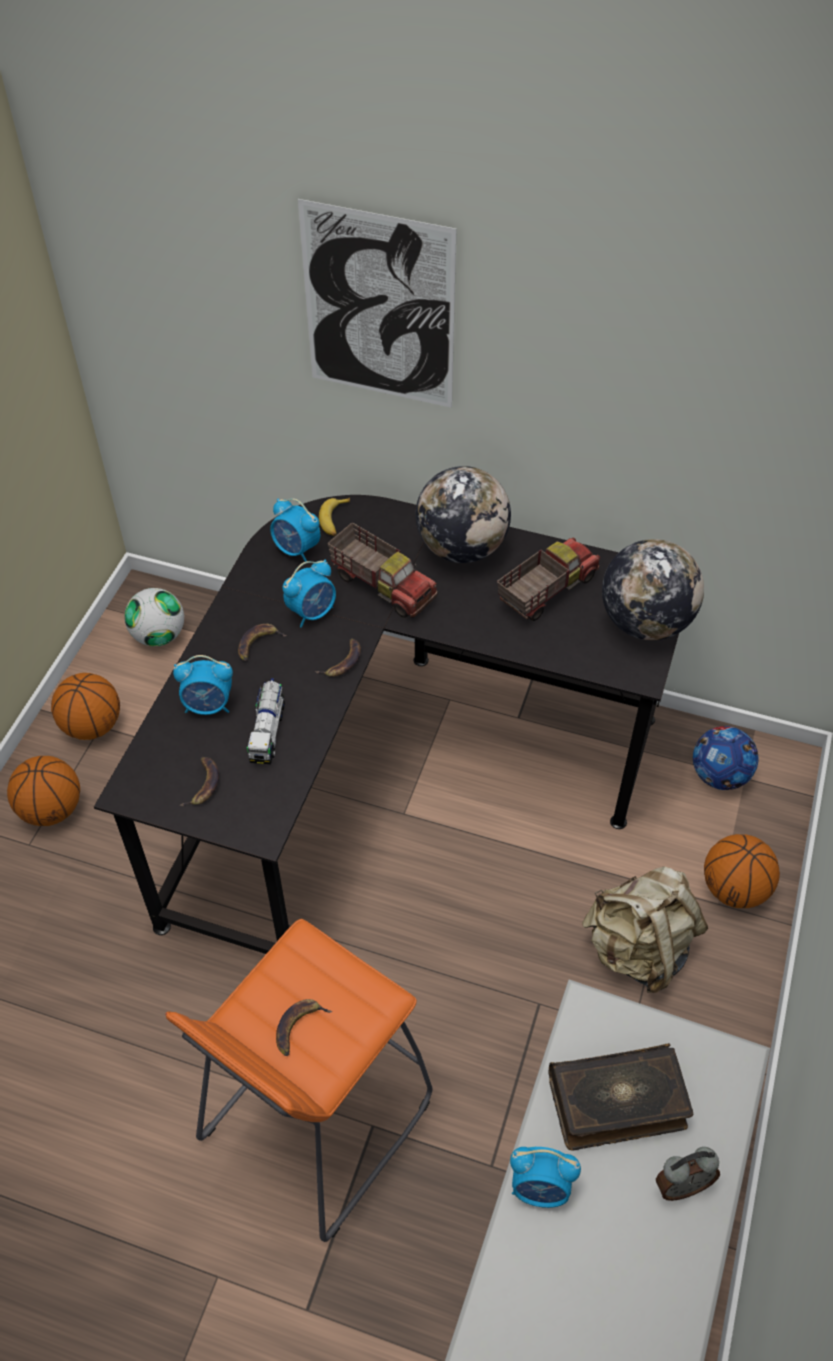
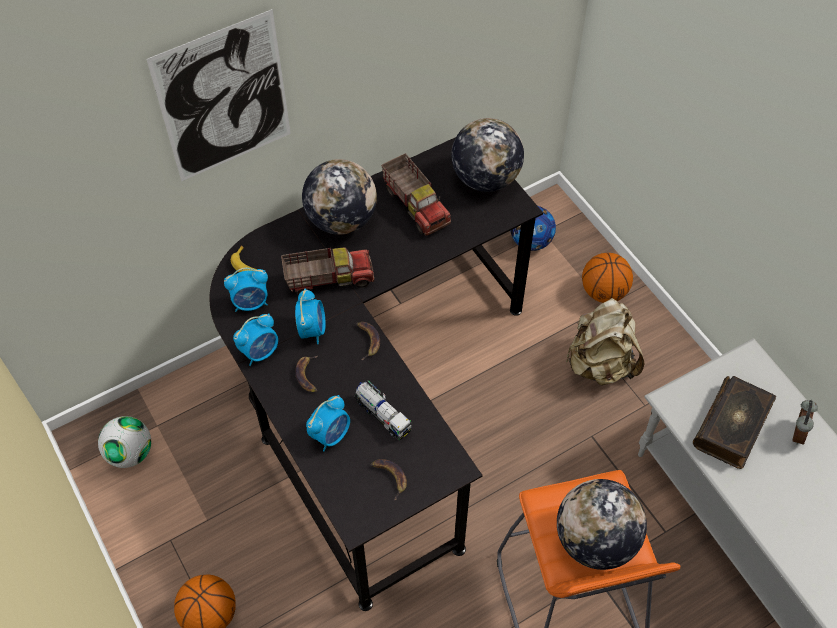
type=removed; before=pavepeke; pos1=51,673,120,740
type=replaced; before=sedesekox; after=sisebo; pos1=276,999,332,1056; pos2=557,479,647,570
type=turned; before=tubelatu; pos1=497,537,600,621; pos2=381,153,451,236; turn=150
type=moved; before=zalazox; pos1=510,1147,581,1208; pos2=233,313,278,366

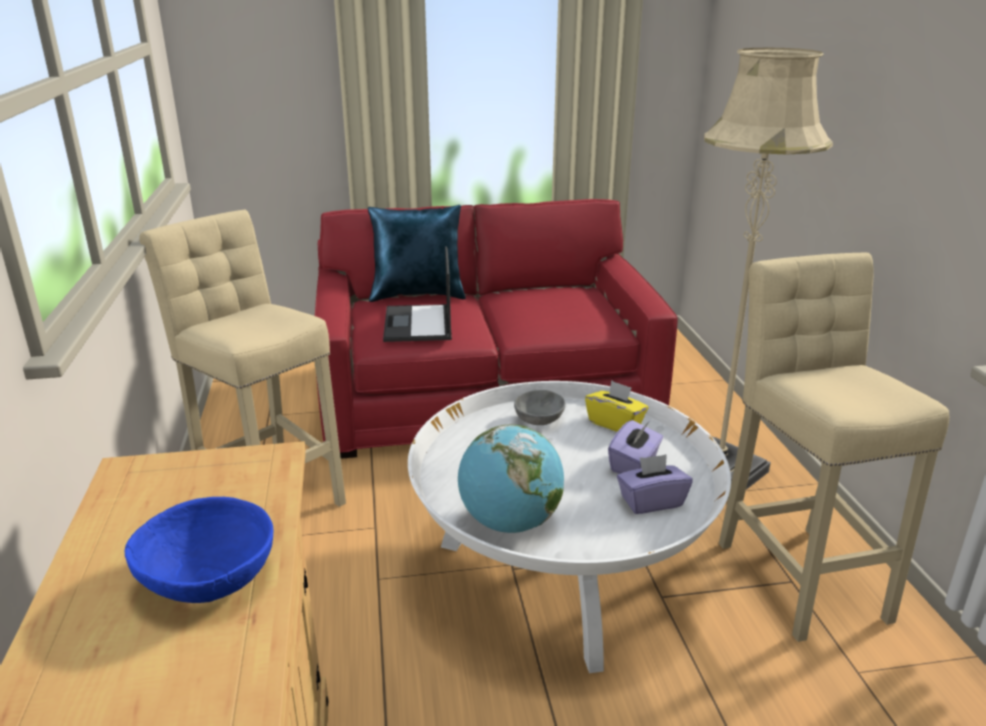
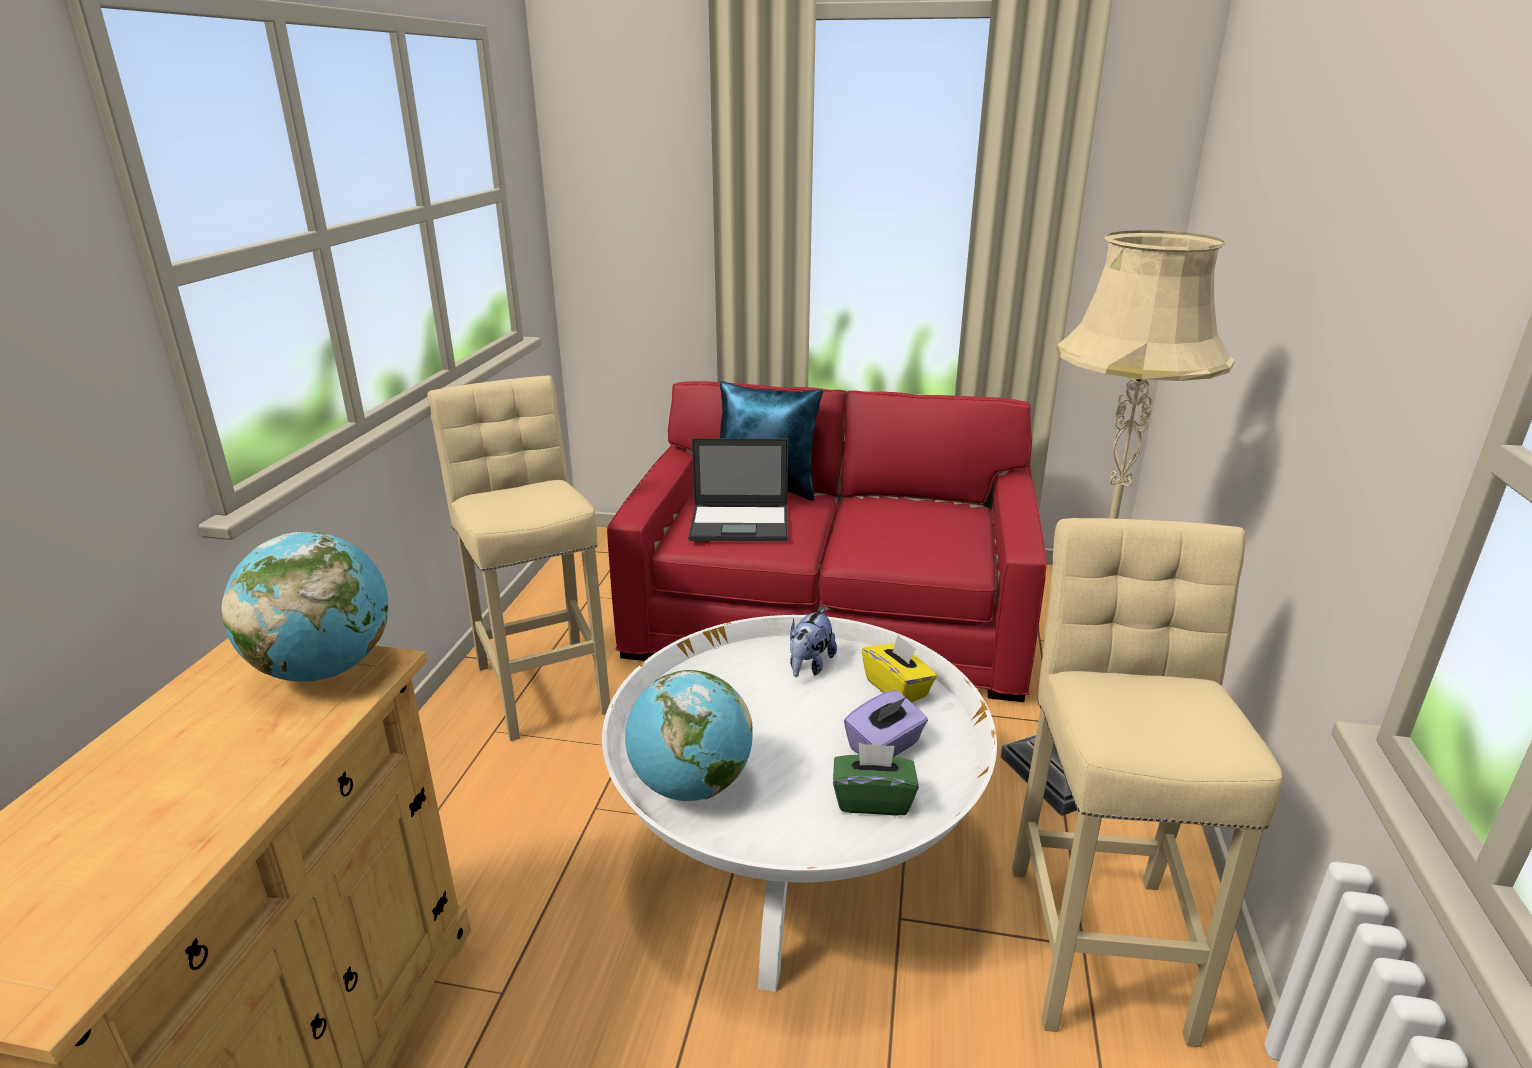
type=removed; before=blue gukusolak; pos1=125,497,274,603
type=turned; before=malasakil; pos1=383,246,452,342; pos2=688,438,788,541; turn=-105
type=replaced; before=grey gukusolak; after=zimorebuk; pos1=514,390,565,425; pos2=790,608,837,677
type=recoloured; before=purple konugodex; after=green konugodex; pos1=617,454,692,514; pos2=833,743,919,815
type=added; after=sisebo; pos2=221,531,388,682

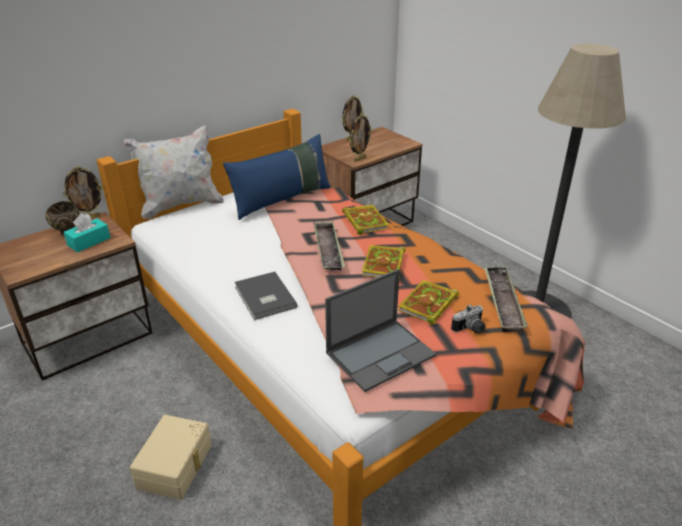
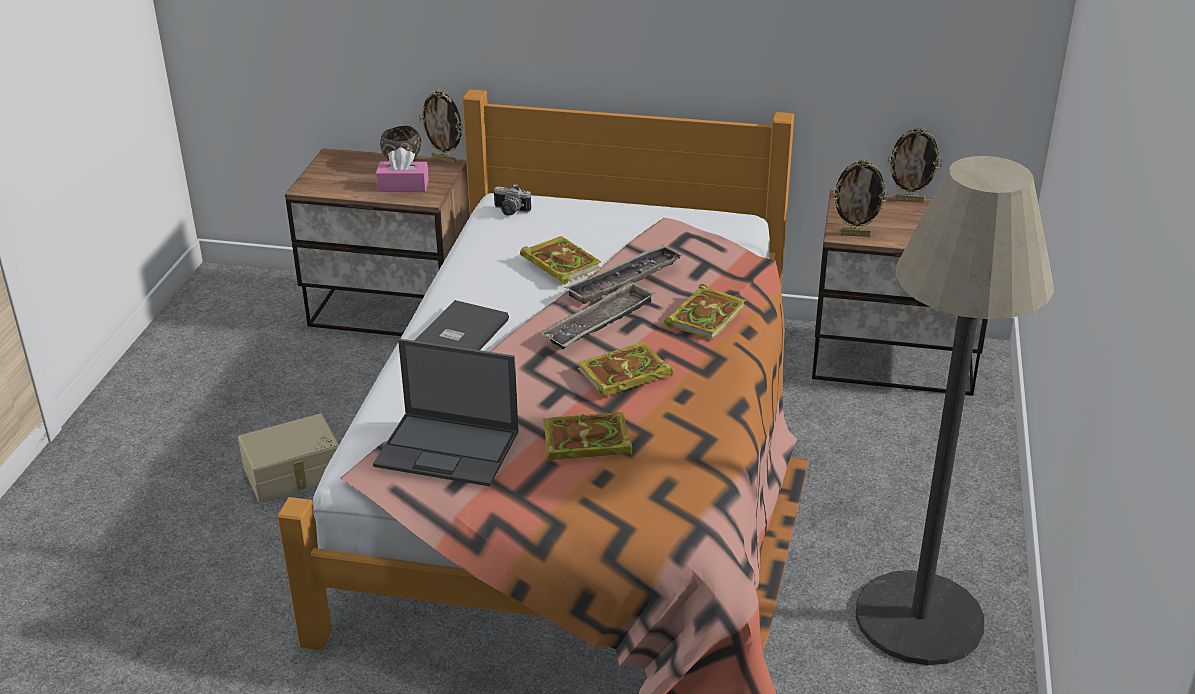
type=recoloured; before=turquoise konugodex; after=pink konugodex; pos1=64,213,111,252; pos2=376,148,429,192
type=removed; before=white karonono; pos1=123,124,224,219
type=removed; before=blue karonono; pos1=223,134,331,220
type=moved; before=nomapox; pos1=451,304,485,334; pos2=494,184,531,216
type=moved; before=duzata; pos1=484,266,528,332; pos2=565,245,683,304
type=added; after=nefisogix; pos2=520,236,601,285

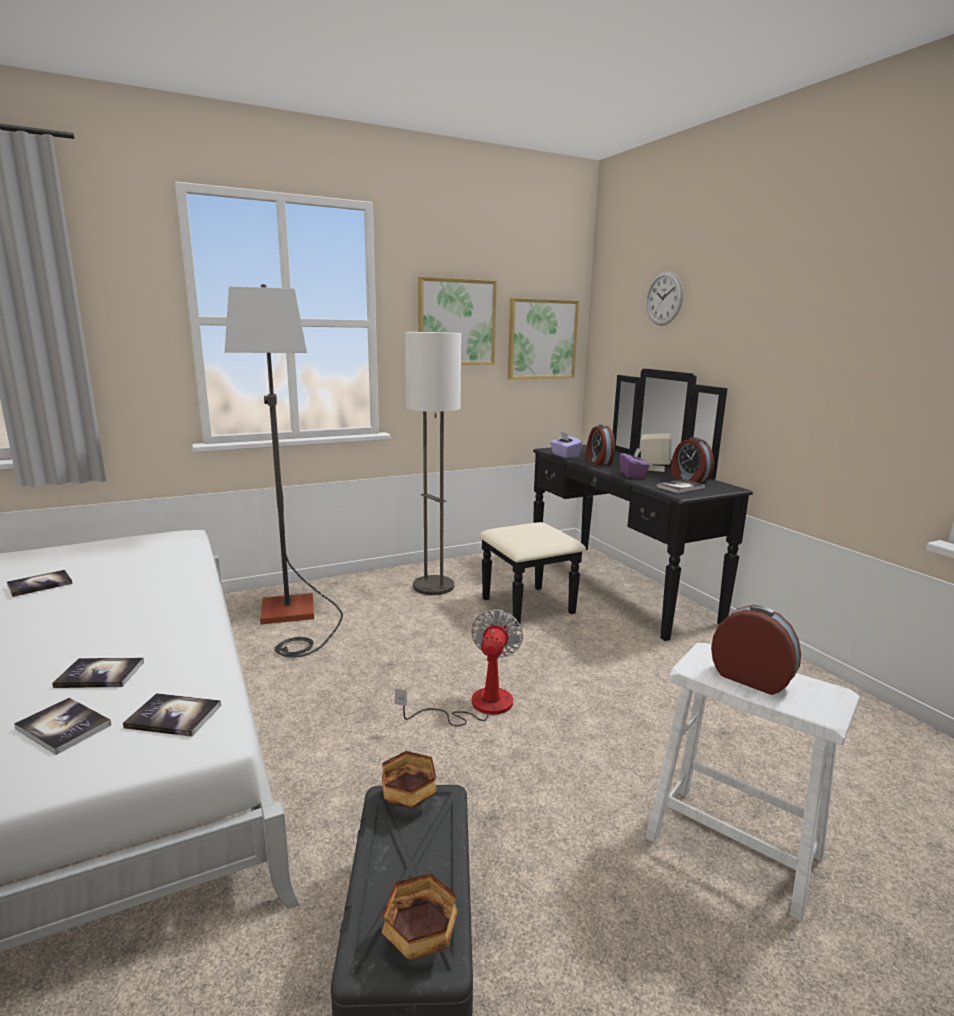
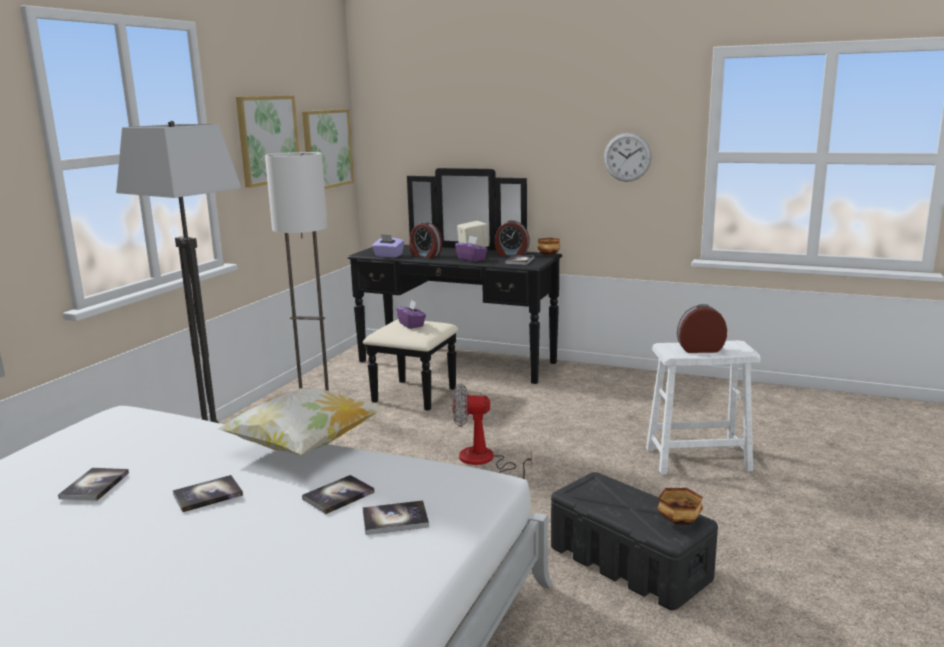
type=moved; before=nefisogix; pos1=123,693,221,737; pos2=173,475,243,512
type=moved; before=gukusolak; pos1=382,751,437,809; pos2=538,238,560,256
type=turned; before=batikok; pos1=395,609,523,726; pos2=453,383,532,479; turn=-60
type=moved; before=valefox; pos1=646,271,683,326; pos2=604,133,652,182
type=added; after=karonono; pos2=217,388,382,455
type=added; after=purple konugodex; pos2=396,300,426,329

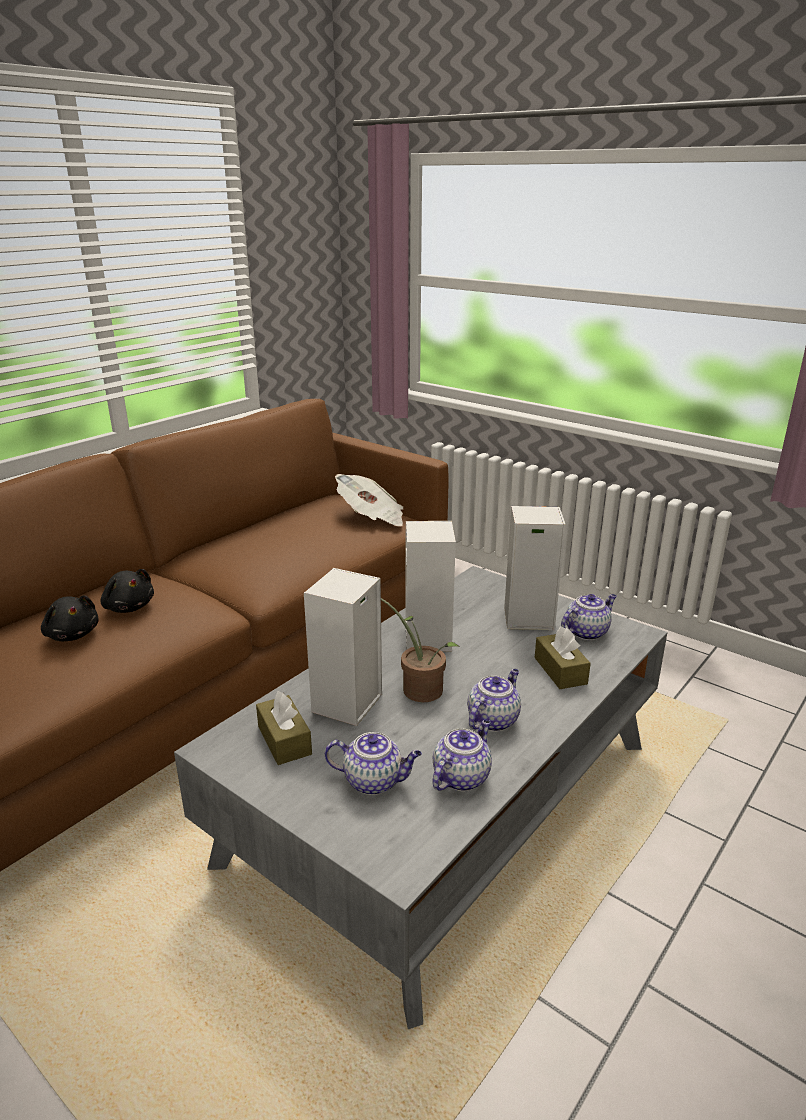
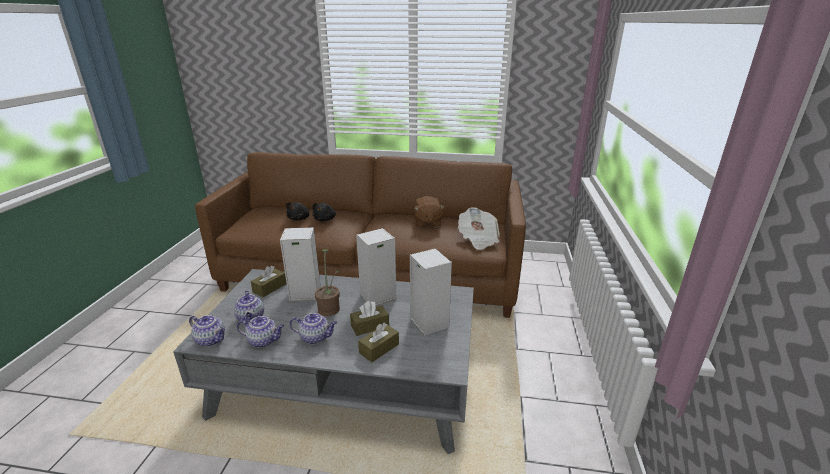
type=moved; before=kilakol; pos1=561,594,617,640; pos2=189,315,225,347
type=added; after=brown konugodex; pos2=350,301,389,336
type=added; after=brown zimorebuk; pos2=414,196,445,228

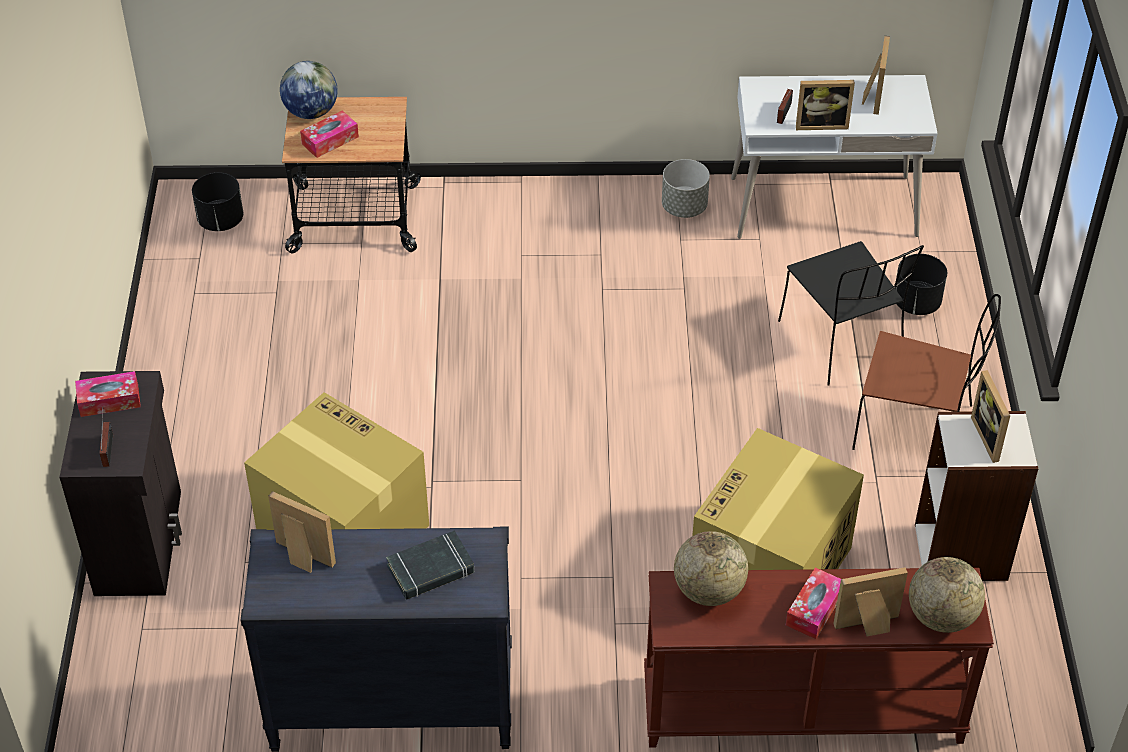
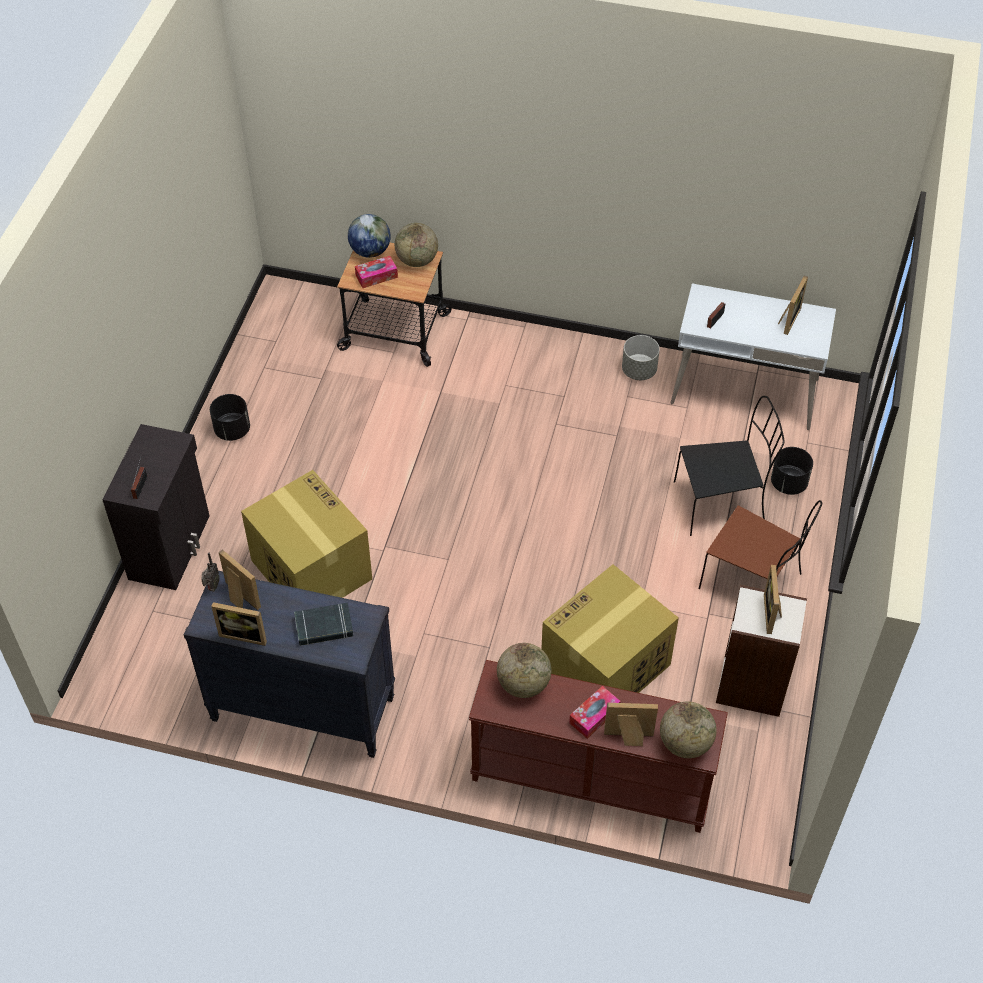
type=removed; before=konugodex; pos1=75,371,141,417
type=moved; before=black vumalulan; pos1=192,172,243,231; pos2=210,394,250,441
type=turned; before=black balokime; pos1=778,241,924,386; pos2=674,396,785,536; turn=-90
type=moved; before=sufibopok; pos1=796,80,855,130; pos2=211,602,267,646
type=added; after=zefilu; pos2=201,552,220,592
type=added; after=sisebo; pos2=395,223,438,267

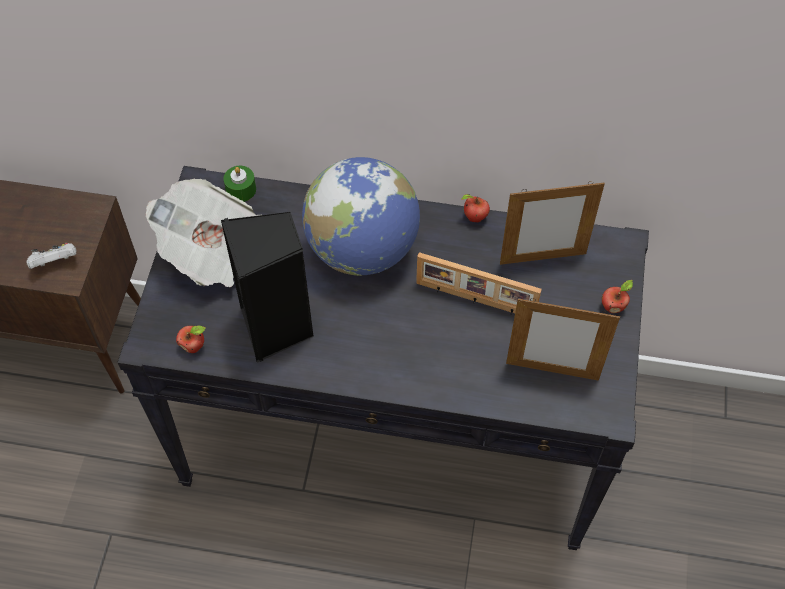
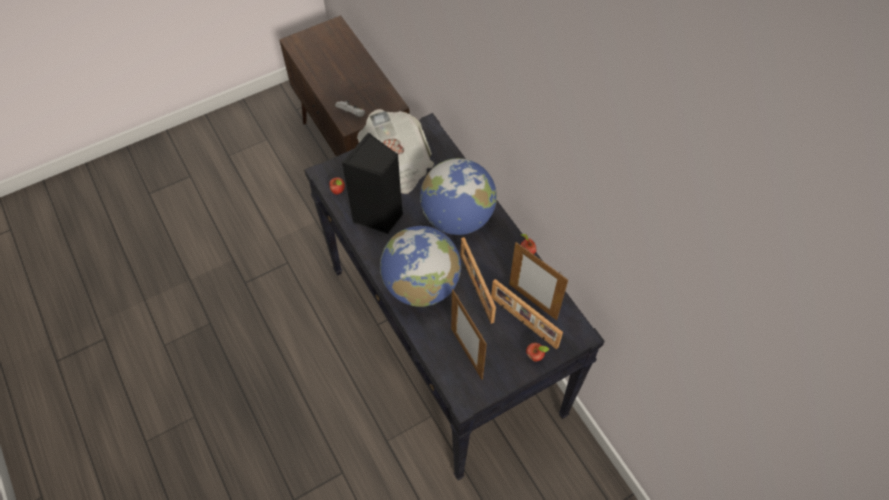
type=removed; before=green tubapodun; pos1=224,166,256,202
type=added; after=sisebo; pos2=380,226,461,307
type=added; after=sufibopok; pos2=491,279,563,350

